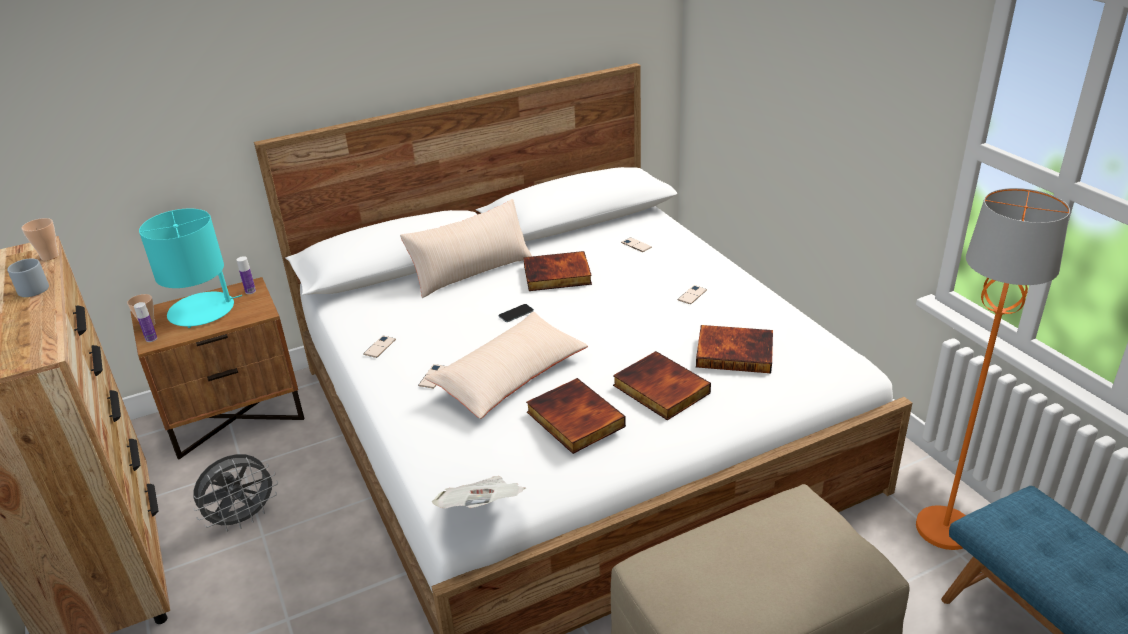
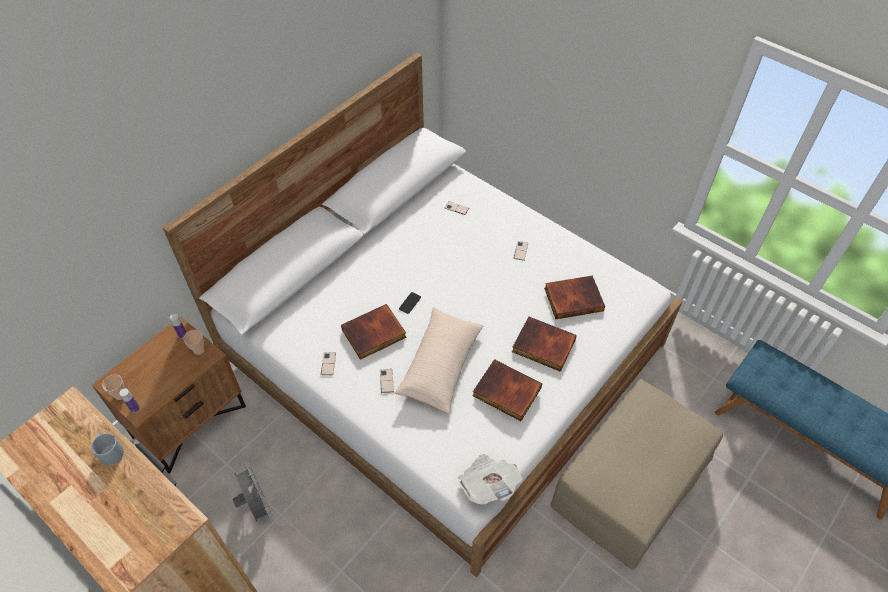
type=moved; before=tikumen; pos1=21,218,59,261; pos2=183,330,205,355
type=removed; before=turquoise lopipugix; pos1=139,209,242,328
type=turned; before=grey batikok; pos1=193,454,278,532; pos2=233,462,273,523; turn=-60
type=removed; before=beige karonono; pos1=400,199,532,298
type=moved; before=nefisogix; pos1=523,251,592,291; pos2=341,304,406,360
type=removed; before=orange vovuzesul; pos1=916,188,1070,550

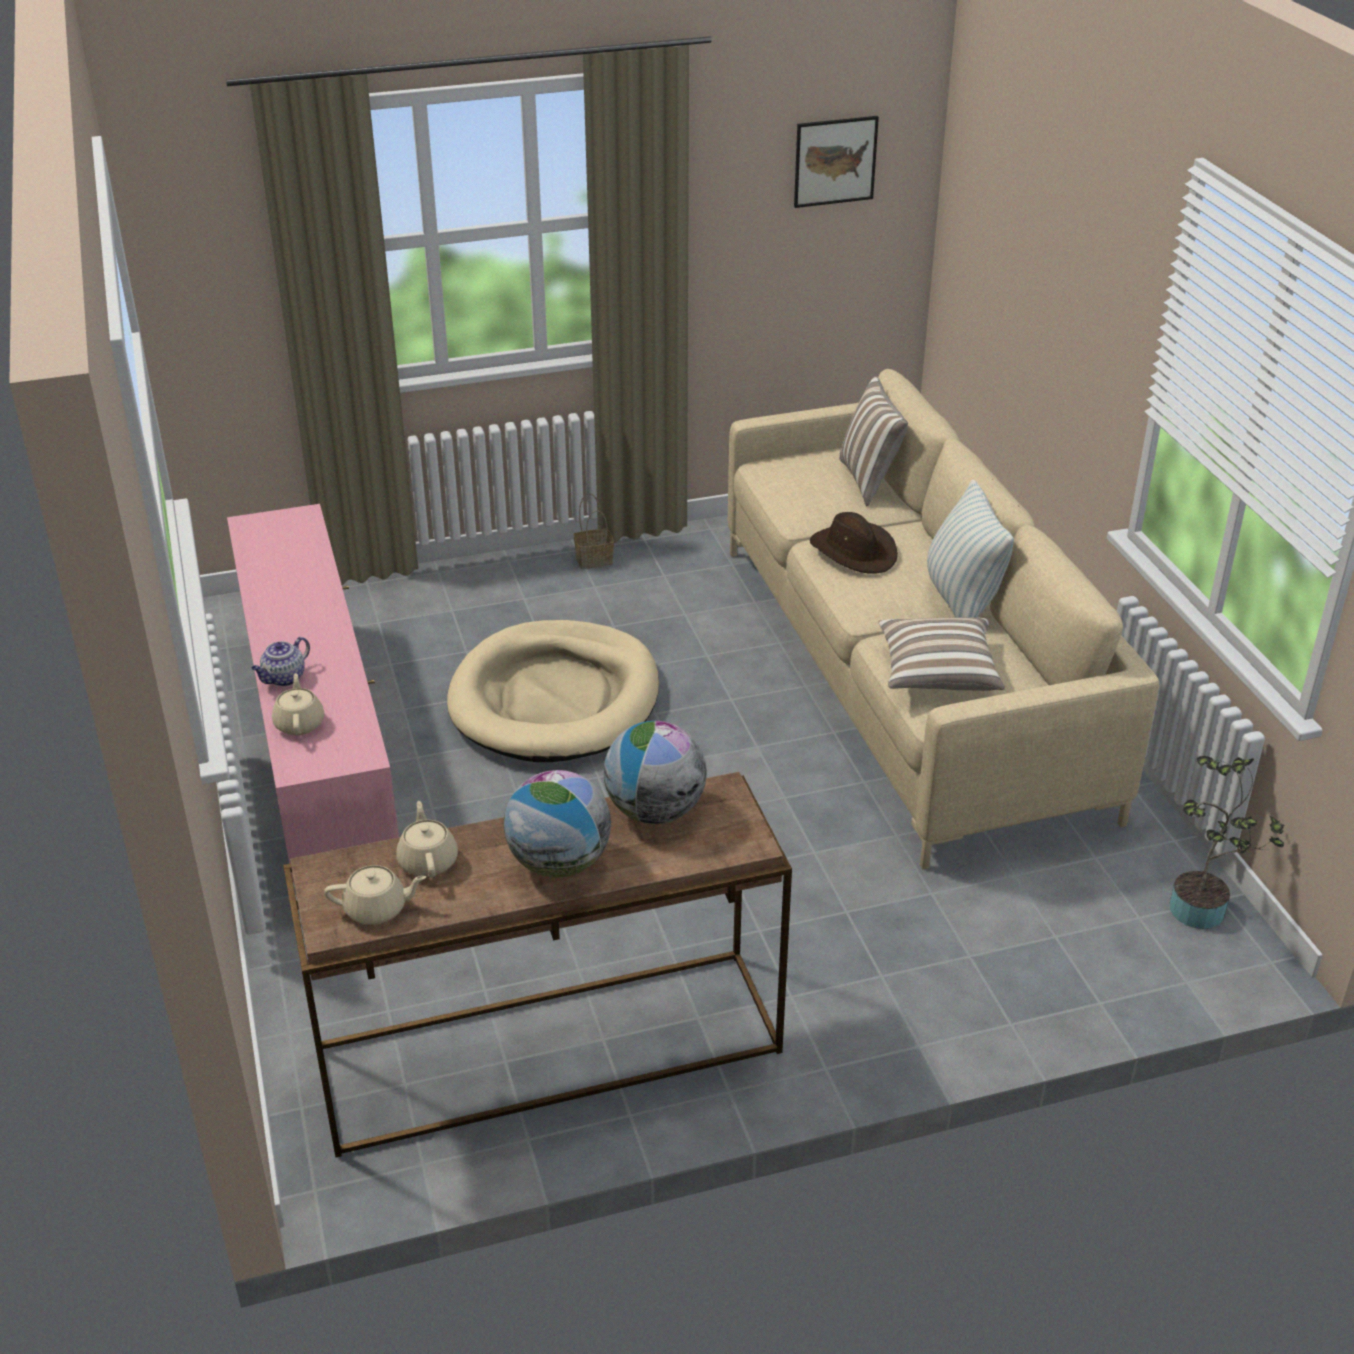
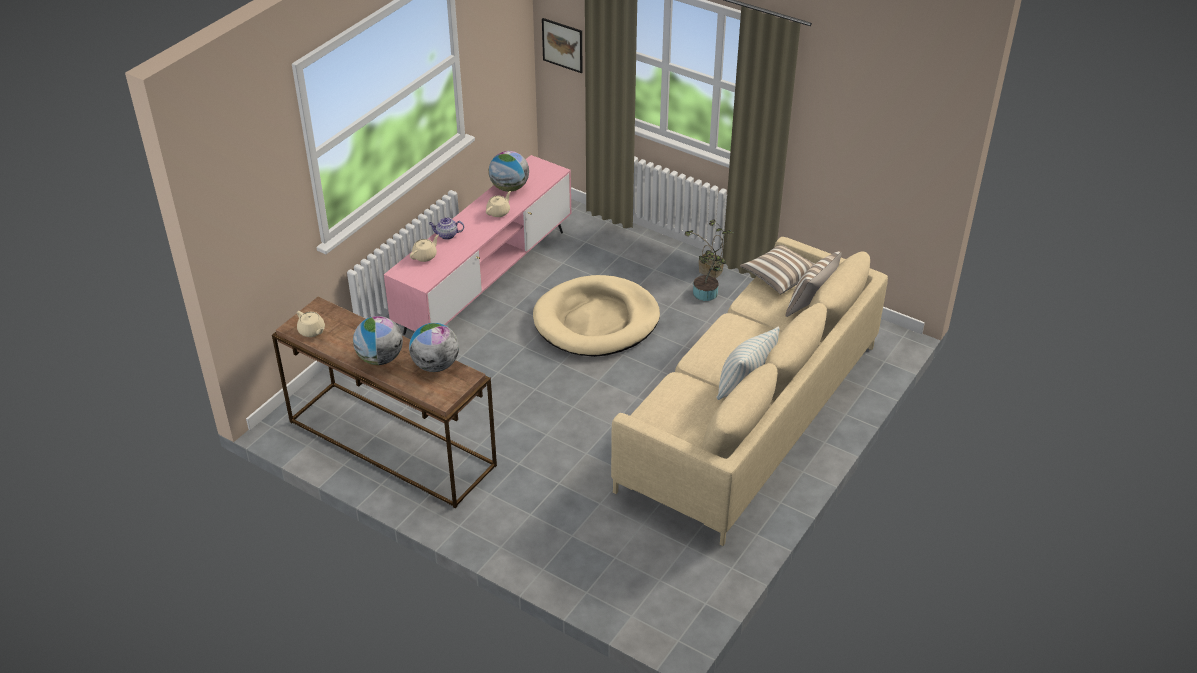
type=moved; before=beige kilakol; pos1=396,801,458,877; pos2=486,191,511,217
type=moved; before=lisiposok; pos1=794,116,879,208; pos2=542,18,583,73
type=removed; before=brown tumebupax; pos1=810,512,898,574
type=moved; before=karonono; pos1=878,617,1005,691; pos2=740,245,814,295
type=moved; before=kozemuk; pos1=1169,756,1284,929; pos2=685,219,734,301
type=added; after=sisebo; pos2=489,151,529,192

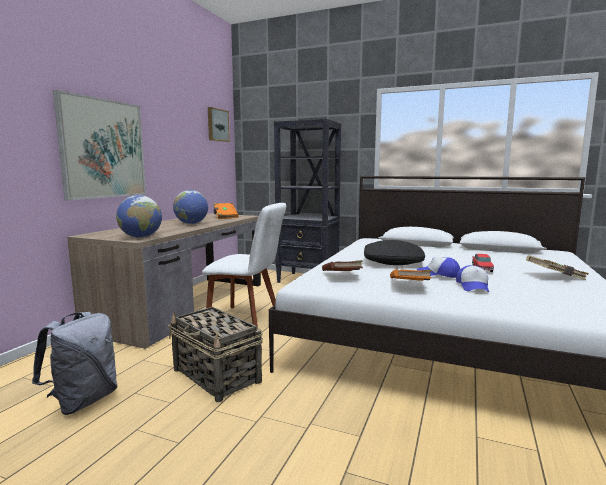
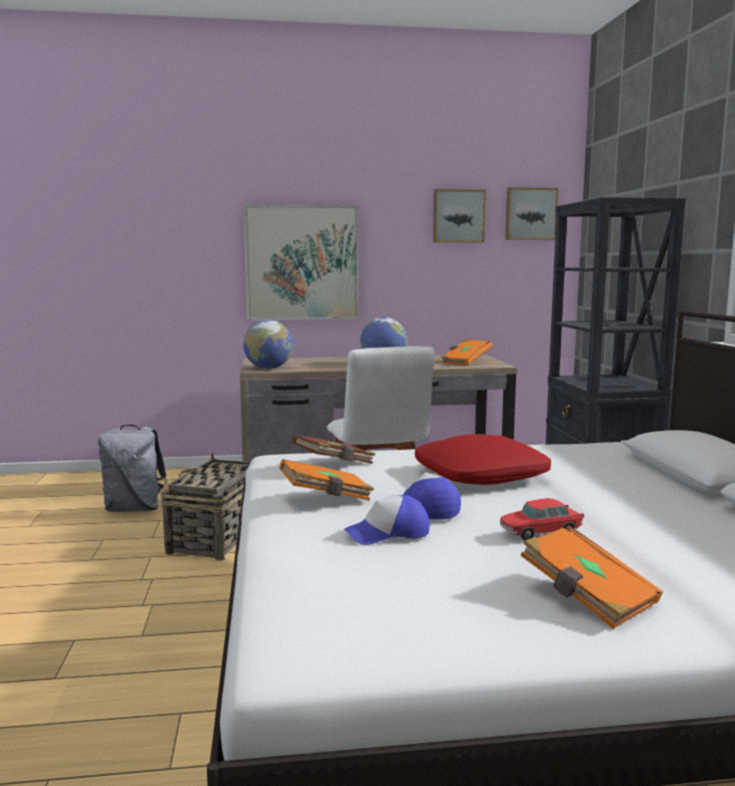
type=recoloured; before=black karonono; after=red karonono; pos1=364,240,425,265; pos2=415,434,551,485
type=recoloured; before=beige nefisogix; after=orange nefisogix; pos1=526,255,589,280; pos2=521,525,663,629
type=added; after=lisiposok; pos2=433,189,486,243

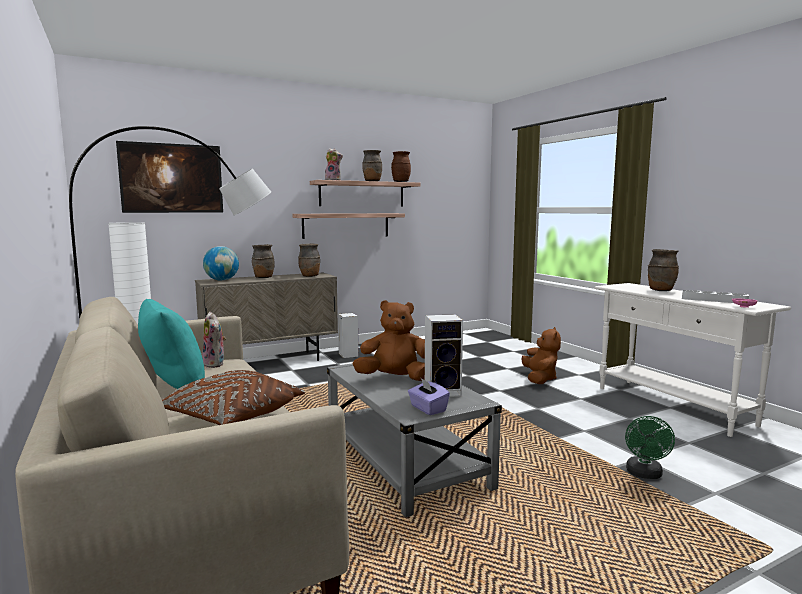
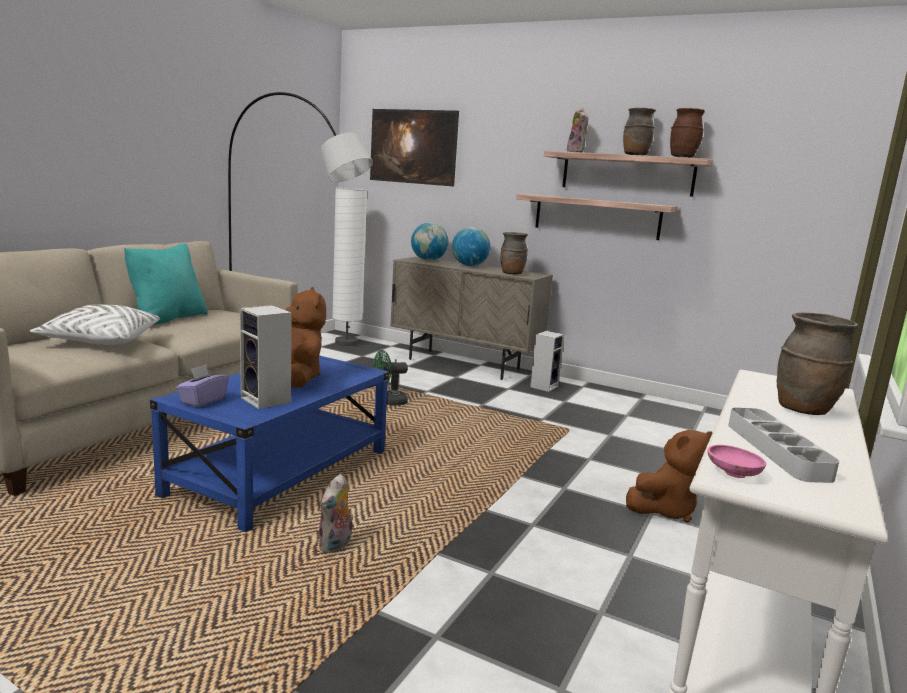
type=recoloured; before=brown karonono; after=white karonono; pos1=162,370,305,425; pos2=30,304,160,345
type=moved; before=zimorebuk; pos1=202,312,226,368; pos2=319,474,353,553
type=replaced; before=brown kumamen; after=sisebo; pos1=252,244,275,278; pos2=452,227,490,266
type=recoloured; before=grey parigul; after=blue parigul; pos1=327,363,502,517; pos2=150,355,389,532
type=moved; before=green batikok; pos1=625,416,675,479; pos2=373,350,408,406

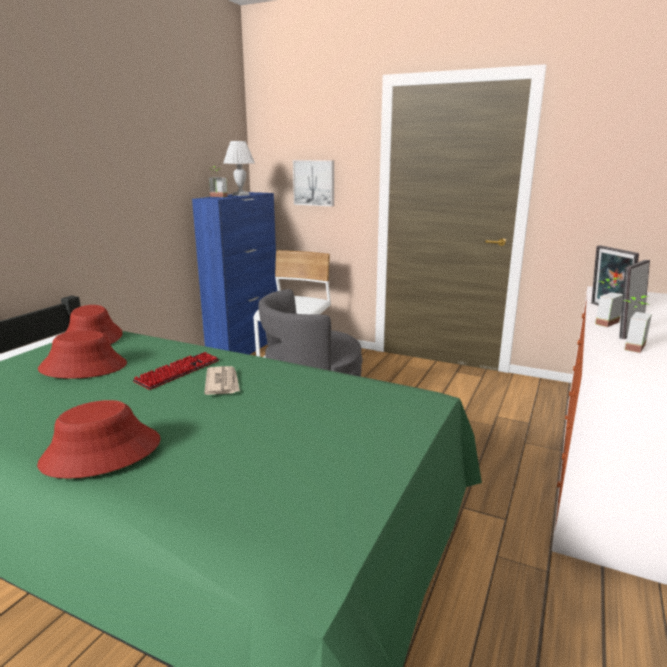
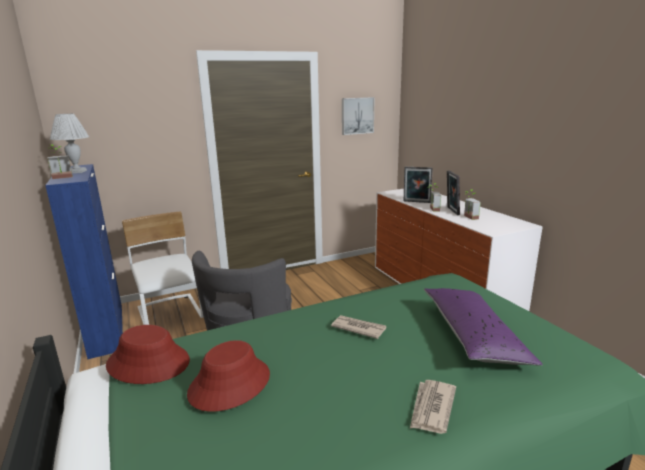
type=replaced; before=red tumebupax; after=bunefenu; pos1=37,400,161,479; pos2=410,380,456,434
type=removed; before=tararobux; pos1=133,352,219,390
type=moved; before=lisiposok; pos1=293,160,334,206; pos2=342,97,375,135
type=added; after=purple karonono; pos2=424,288,543,366

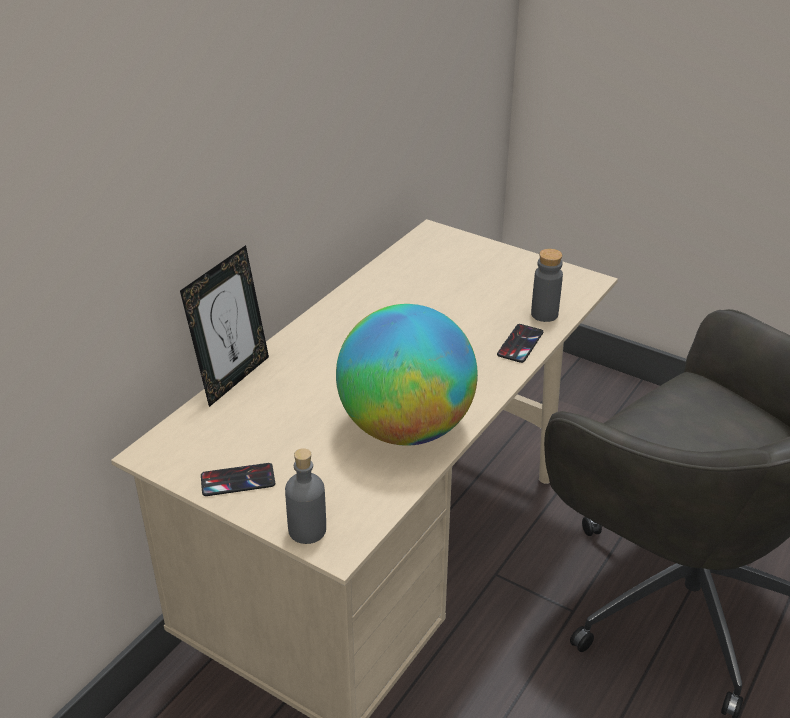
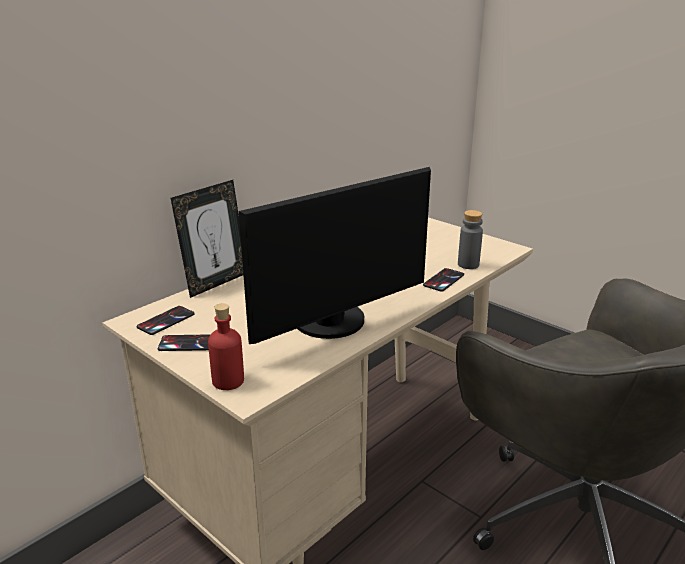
type=recoloured; before=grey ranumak; after=red ranumak; pos1=285,448,326,544; pos2=208,303,244,390
type=replaced; before=sisebo; after=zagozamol; pos1=336,304,478,446; pos2=239,167,431,344
type=added; after=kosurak; pos2=137,306,195,335

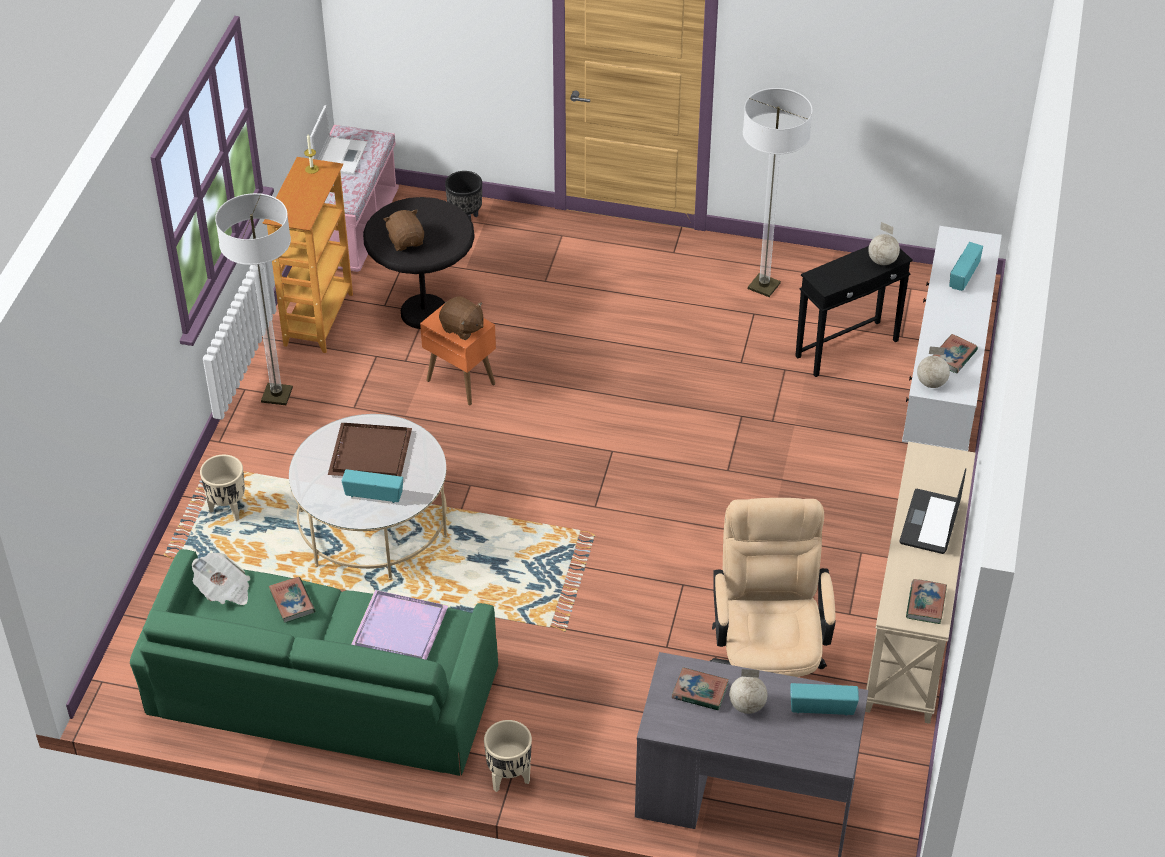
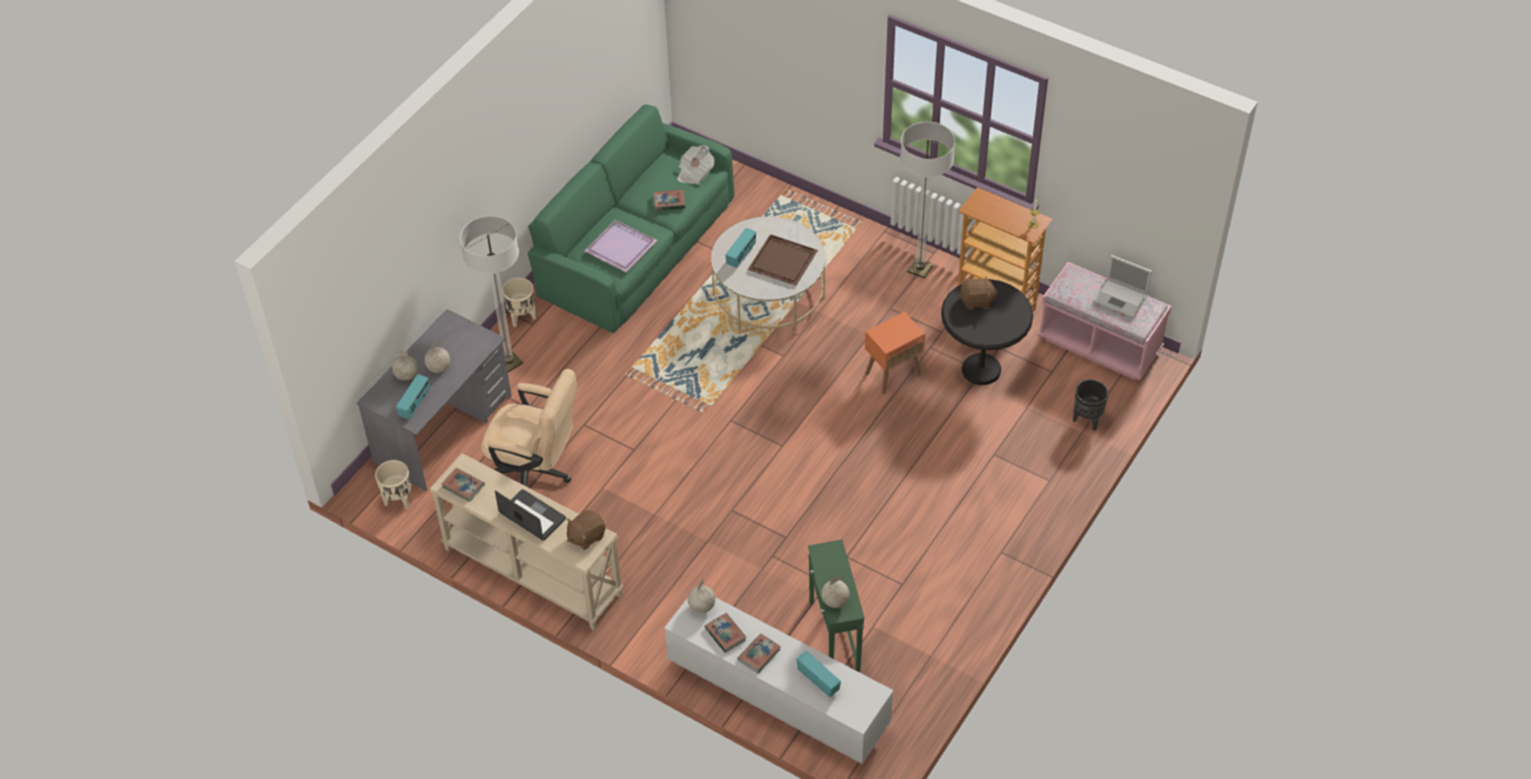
type=moved; before=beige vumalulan; pos1=200,455,245,521; pos2=375,460,411,510
type=moved; before=brown zimorebuk; pos1=439,296,484,340; pos2=567,510,606,550
type=moved; before=nefisogix; pos1=672,667,729,710; pos2=737,633,781,673
type=moved; before=vovuzesul; pos1=743,88,813,297; pos2=460,216,523,372
type=recoloured; before=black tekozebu; after=green tekozebu; pos1=795,246,913,377; pos2=808,540,865,672
type=added; after=sisebo; pos2=392,349,418,381

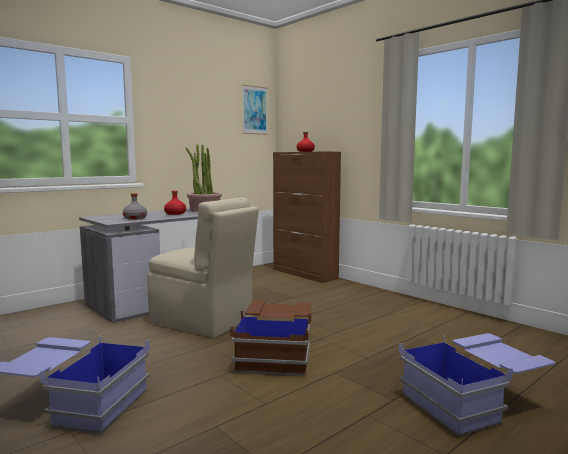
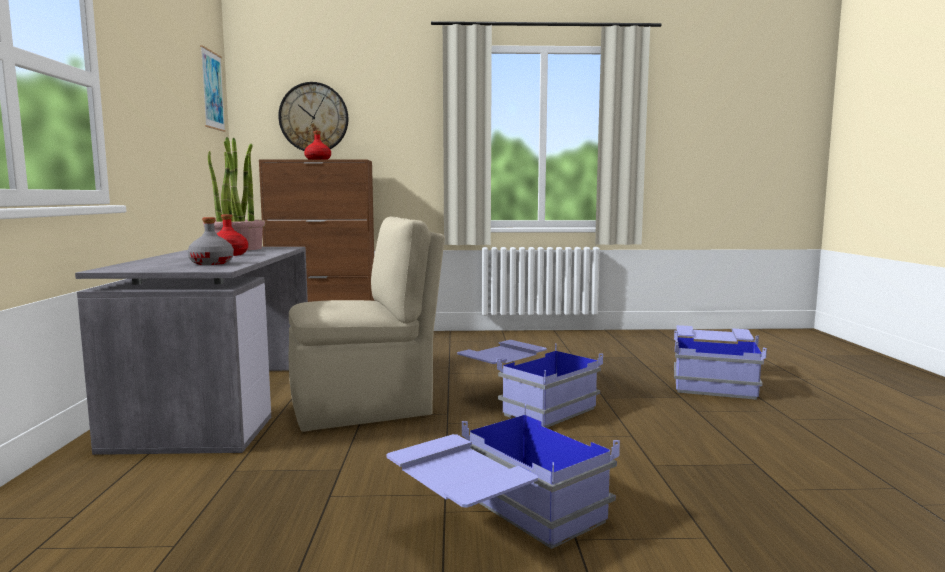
type=recoloured; before=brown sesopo; after=blue sesopo; pos1=230,301,311,376; pos2=457,340,603,428
type=added; after=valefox; pos2=278,82,348,151

